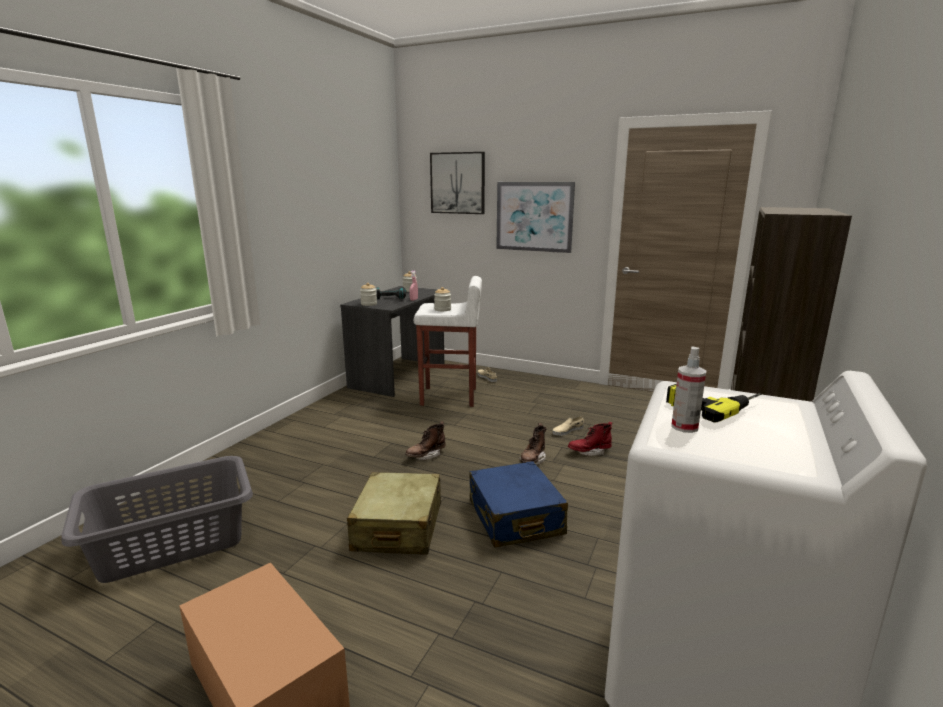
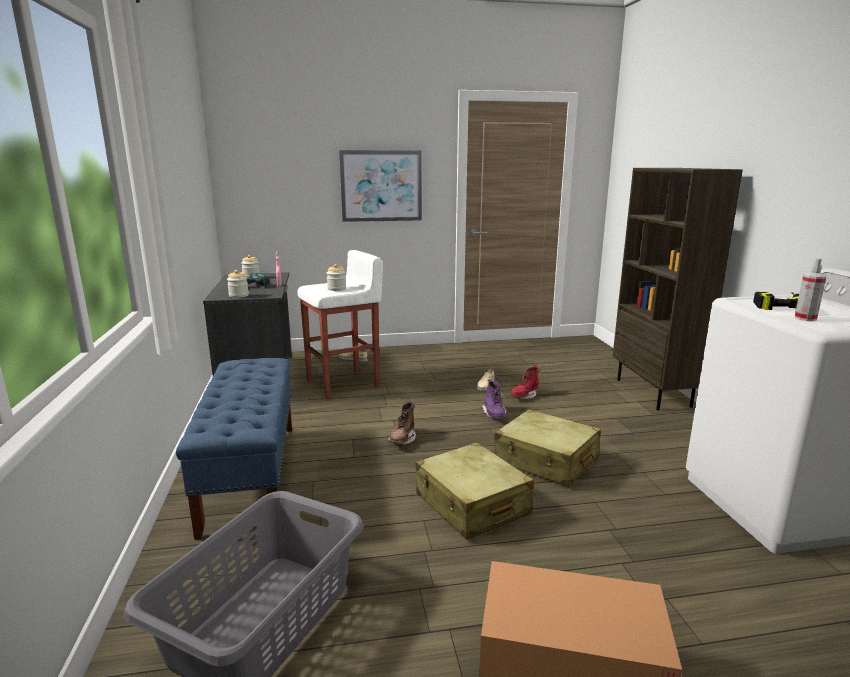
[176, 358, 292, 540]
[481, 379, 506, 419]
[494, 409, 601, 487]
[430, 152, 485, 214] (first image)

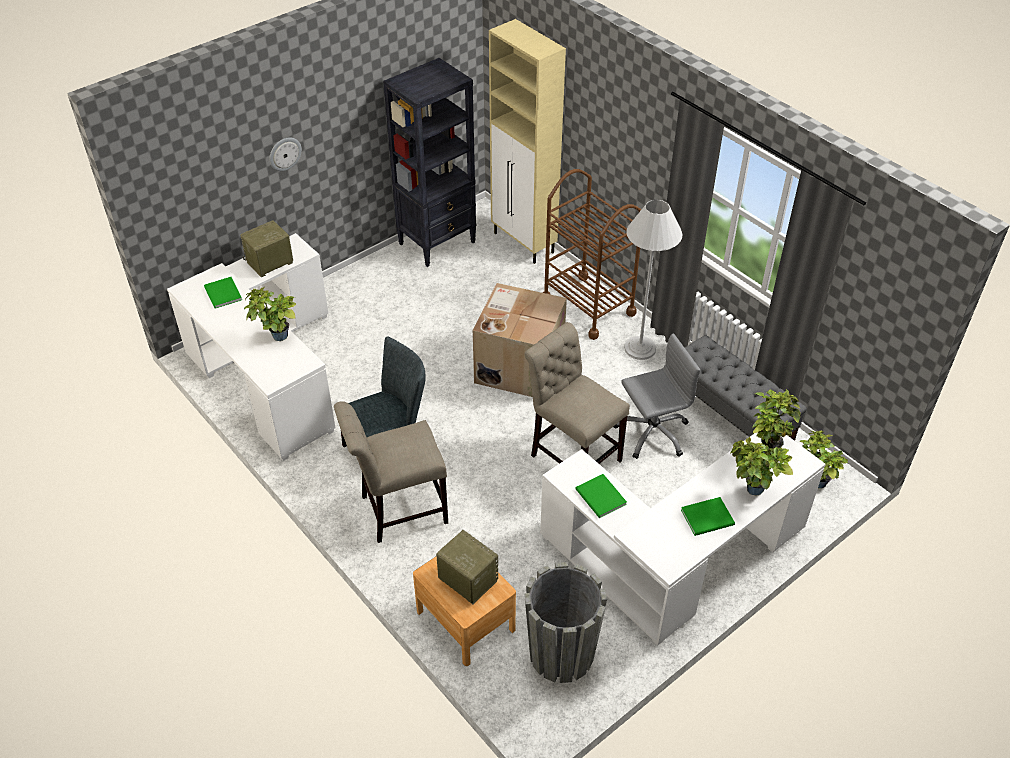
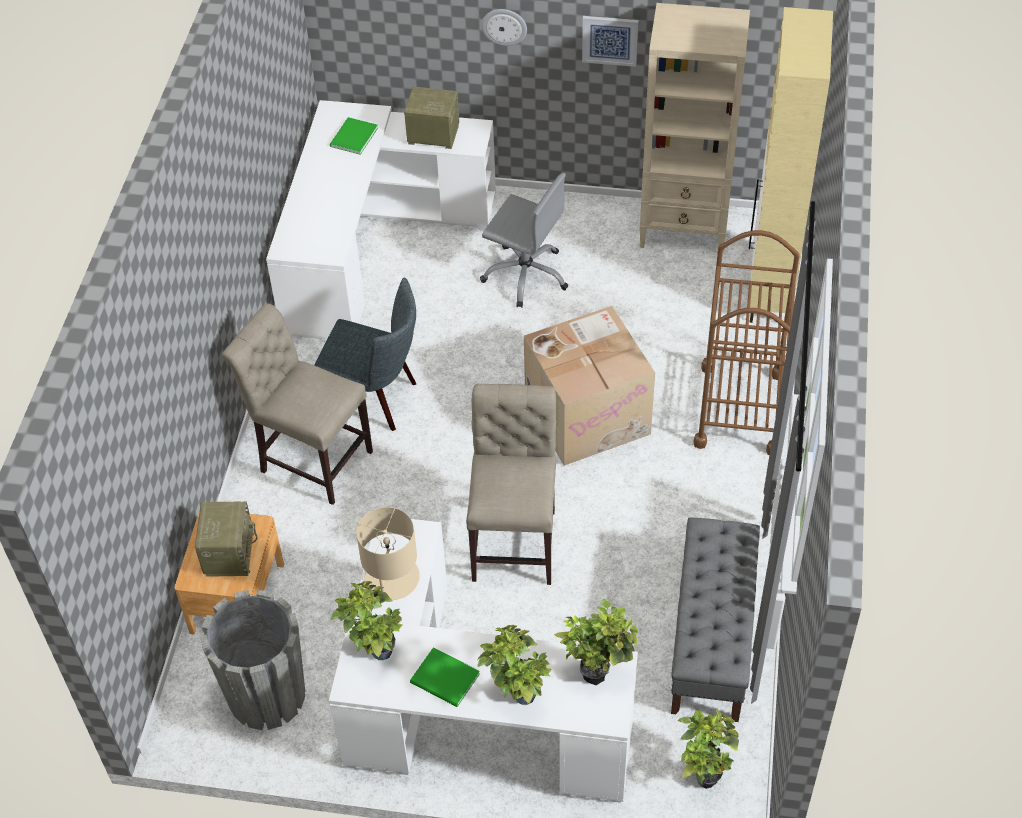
[330, 581, 403, 660]
[356, 507, 420, 600]
[480, 173, 568, 308]
[582, 16, 639, 67]
[639, 3, 750, 250]
[624, 199, 682, 360] (first image)

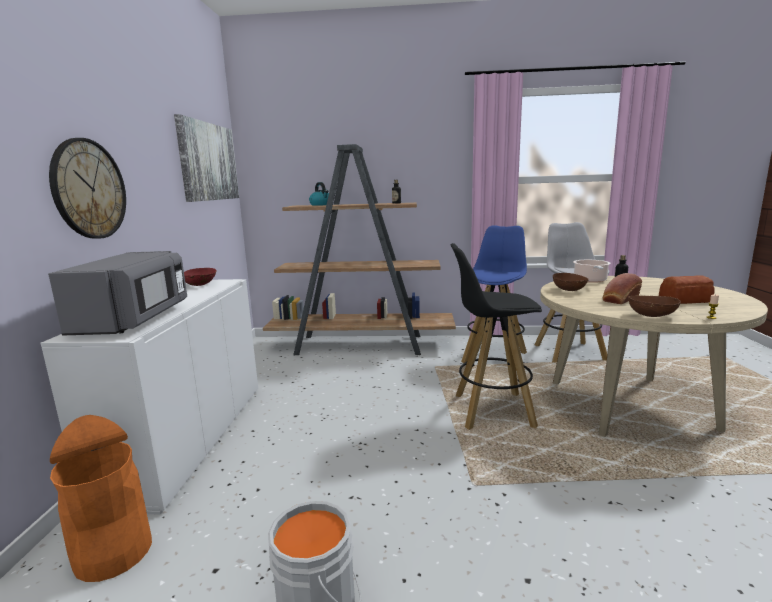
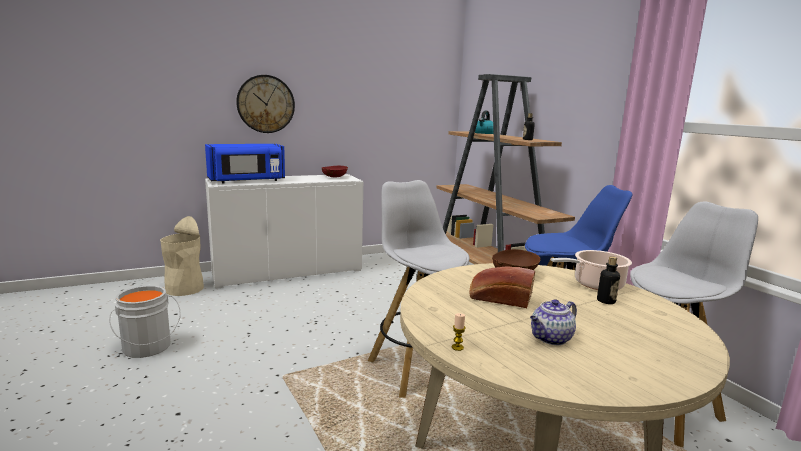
[160, 216, 204, 296]
[205, 144, 285, 183]
[368, 180, 469, 398]
[530, 299, 577, 345]
[174, 114, 239, 202] (first image)
[628, 295, 681, 317] (first image)

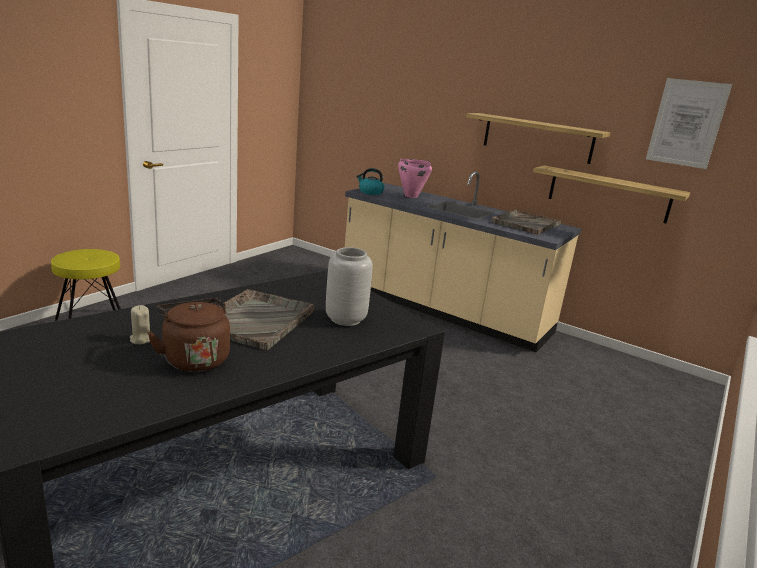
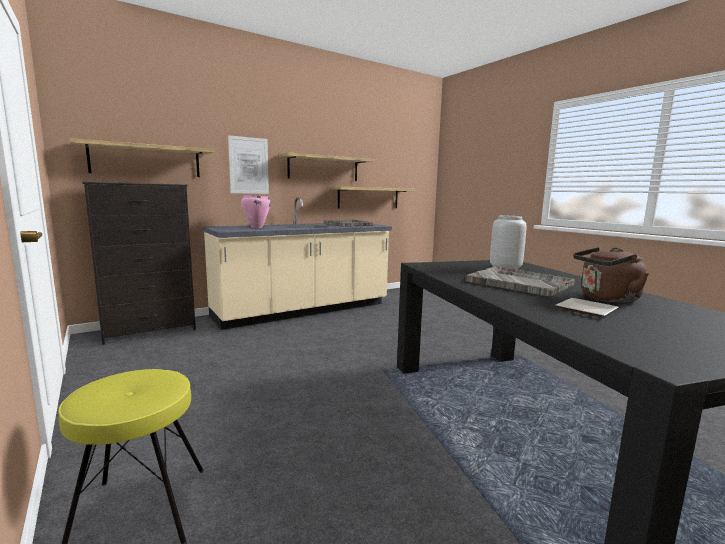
[70, 138, 214, 177]
[83, 182, 196, 345]
[228, 135, 269, 194]
[555, 298, 619, 317]
[356, 168, 384, 195] (first image)

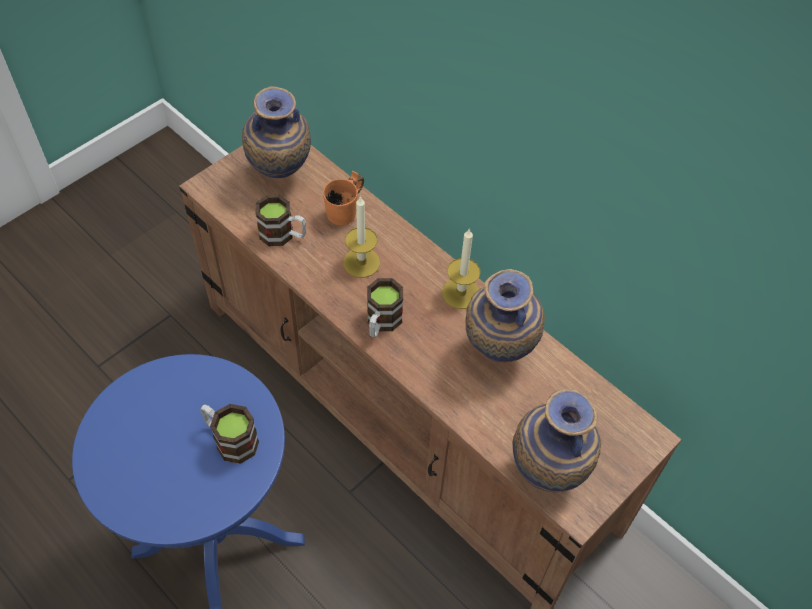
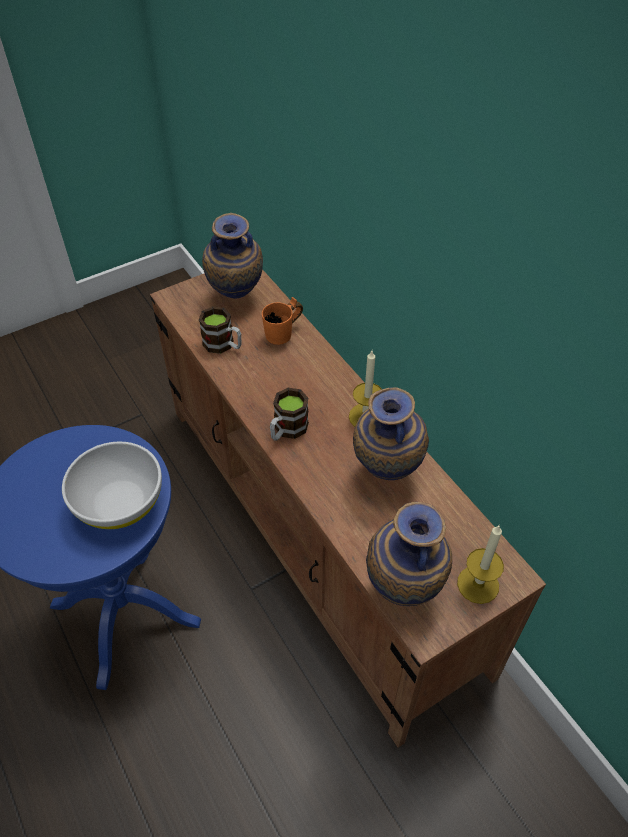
[62, 442, 162, 529]
[457, 525, 504, 604]

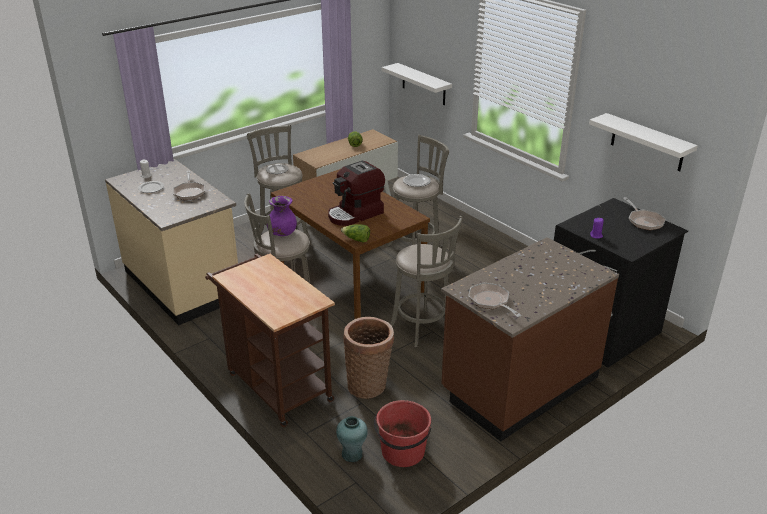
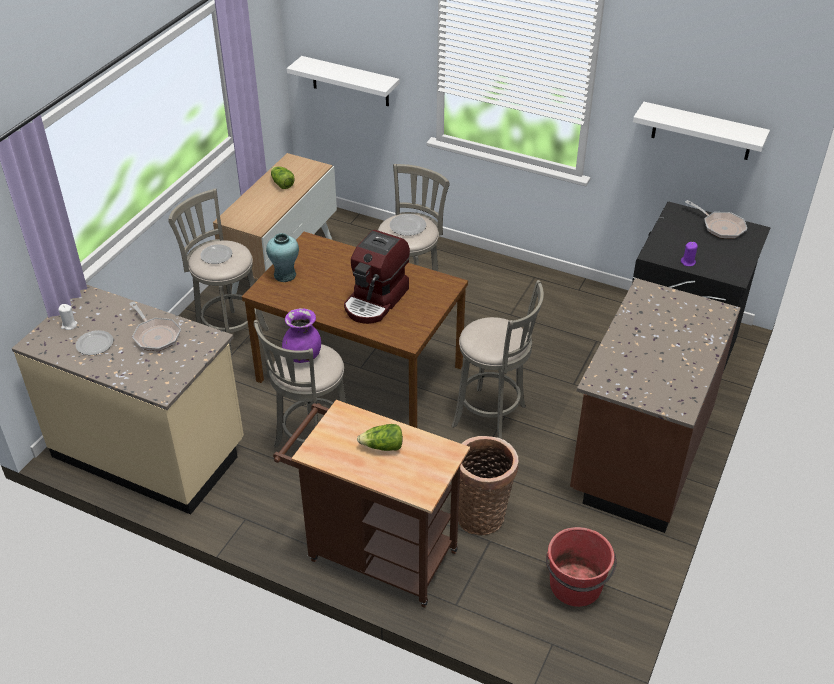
[266, 233, 299, 282]
[357, 424, 403, 451]
[468, 283, 522, 317] (first image)

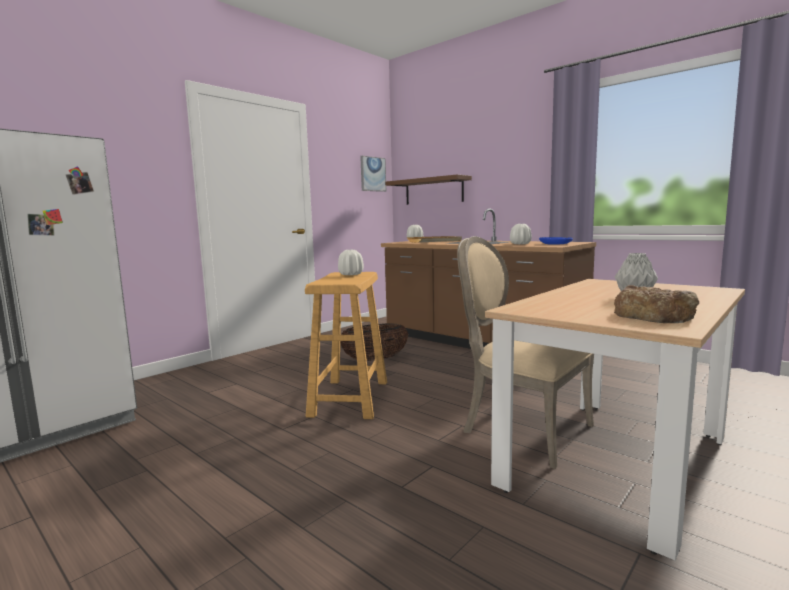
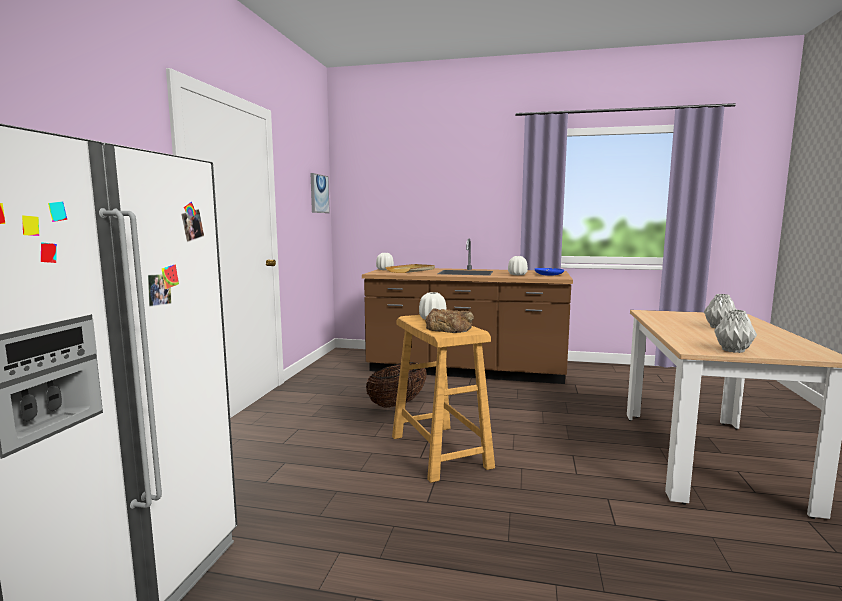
[425, 308, 474, 333]
[714, 309, 757, 353]
[385, 174, 472, 205] (first image)
[457, 236, 594, 469] (first image)

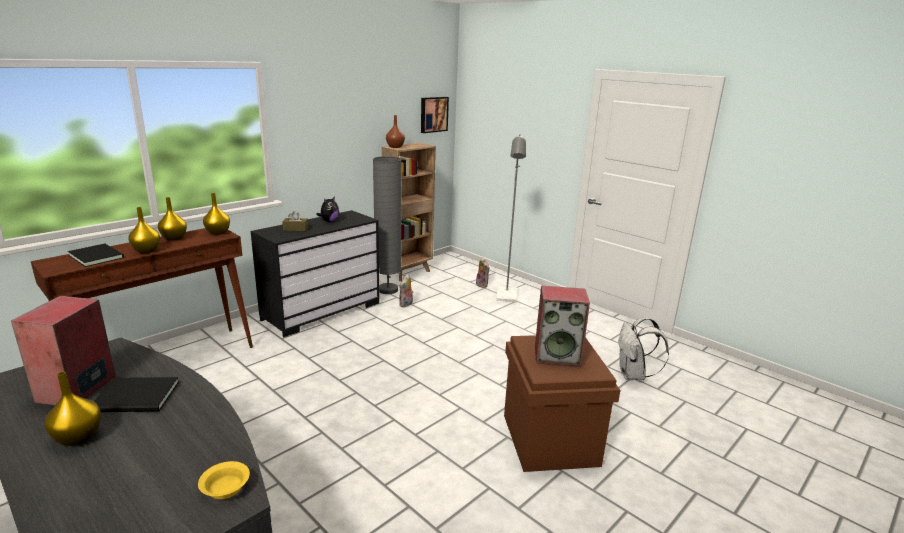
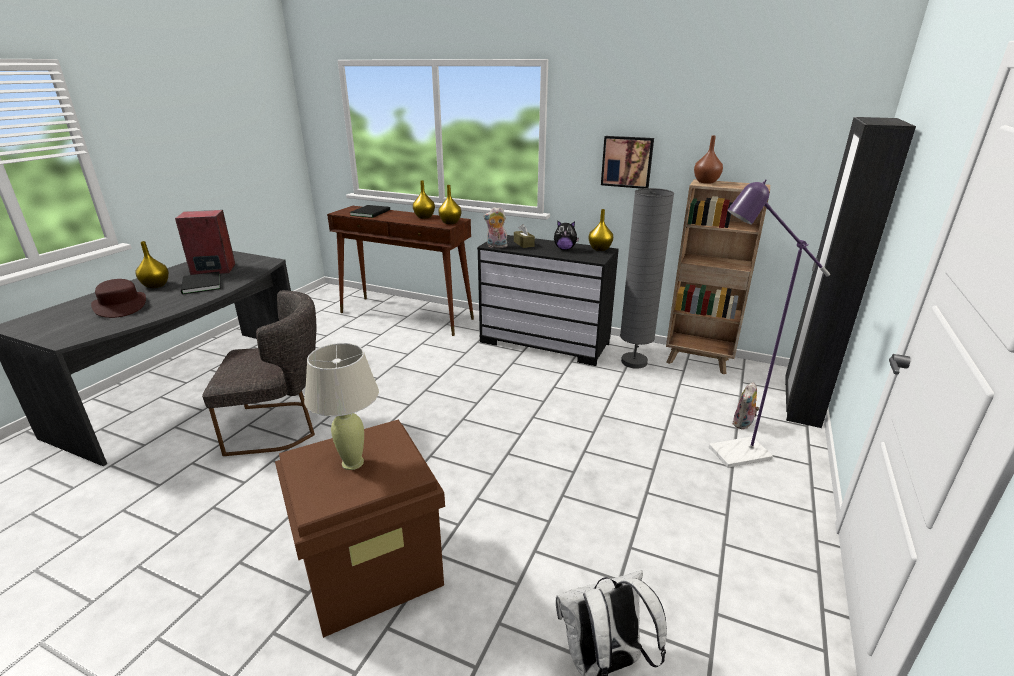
[91, 279, 146, 318]
[202, 290, 316, 456]
[304, 343, 379, 470]
[483, 207, 507, 248]
[588, 209, 613, 251]
[601, 136, 654, 189]
[709, 179, 830, 468]
[785, 117, 916, 428]
[198, 461, 250, 499] (first image)

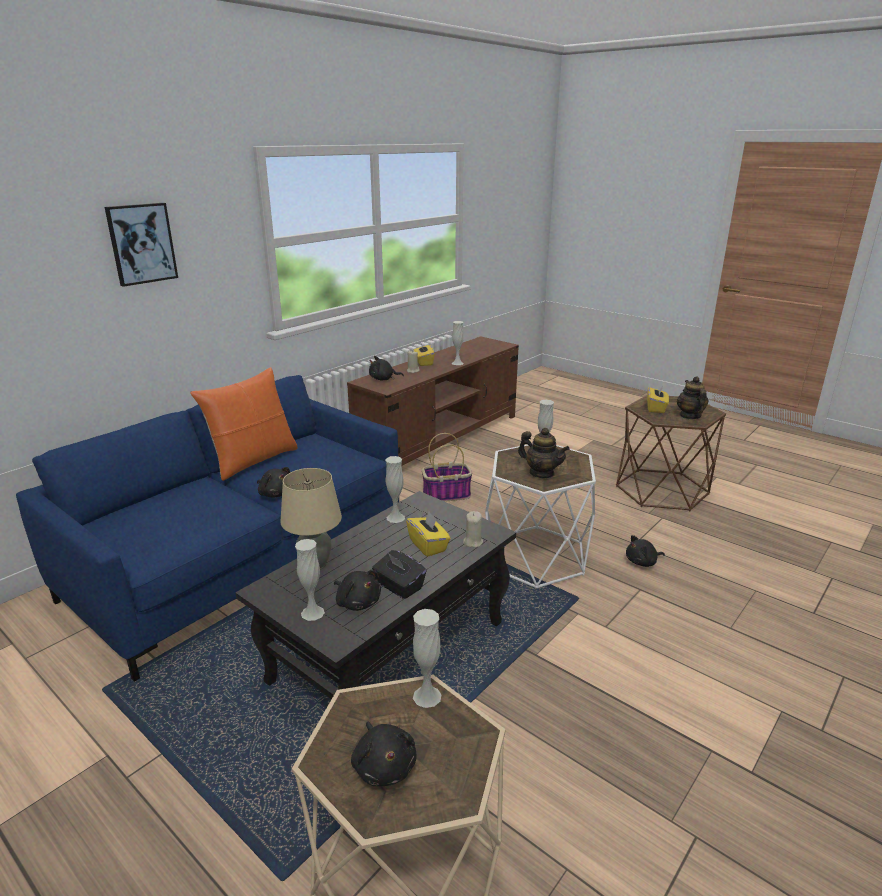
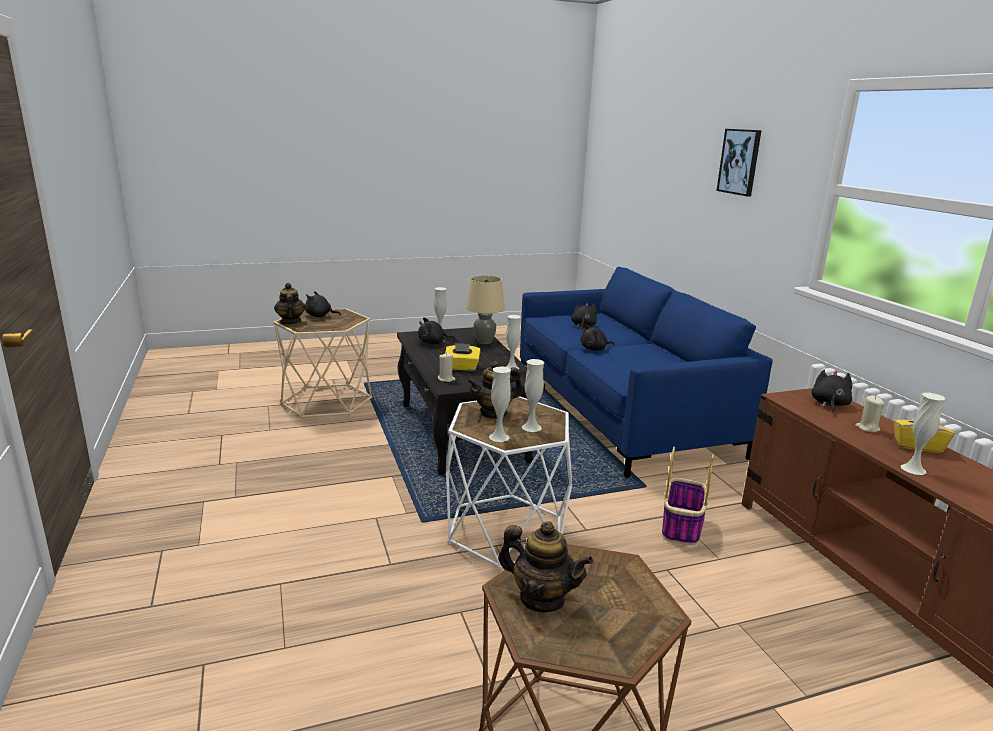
[274, 283, 306, 324]
[489, 367, 511, 442]
[571, 302, 597, 330]
[190, 367, 298, 481] (first image)
[372, 550, 427, 599] (first image)
[647, 385, 669, 413] (first image)

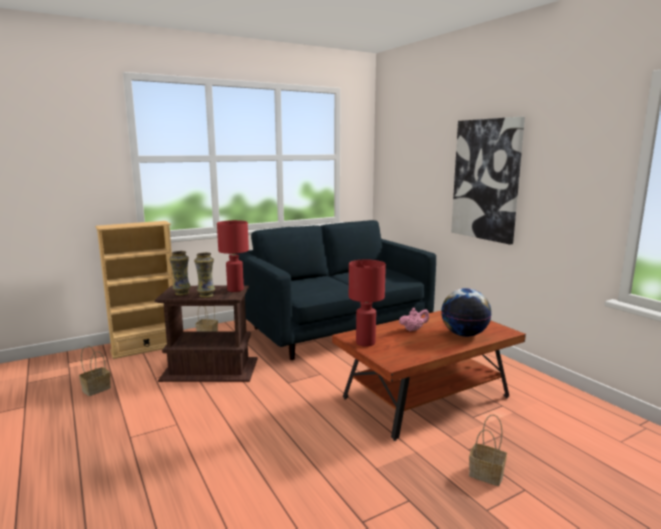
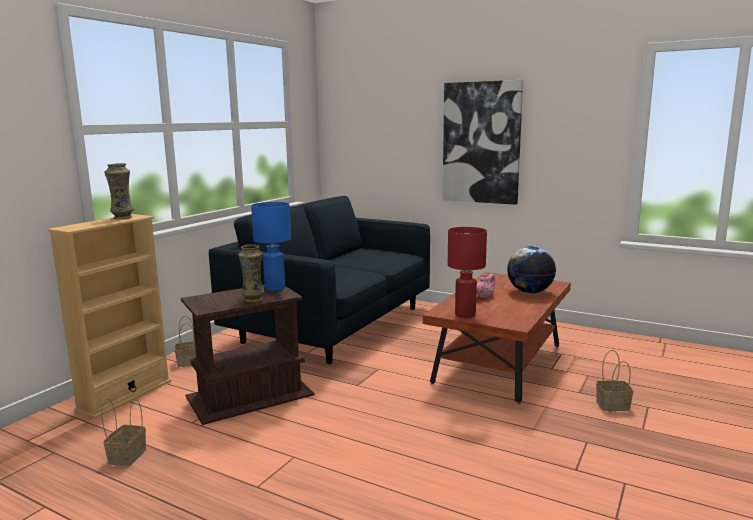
[104, 163, 134, 219]
[251, 202, 291, 291]

